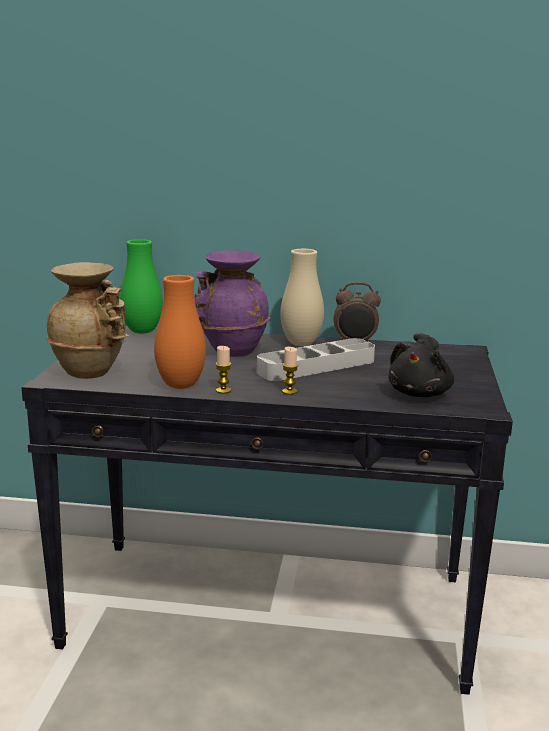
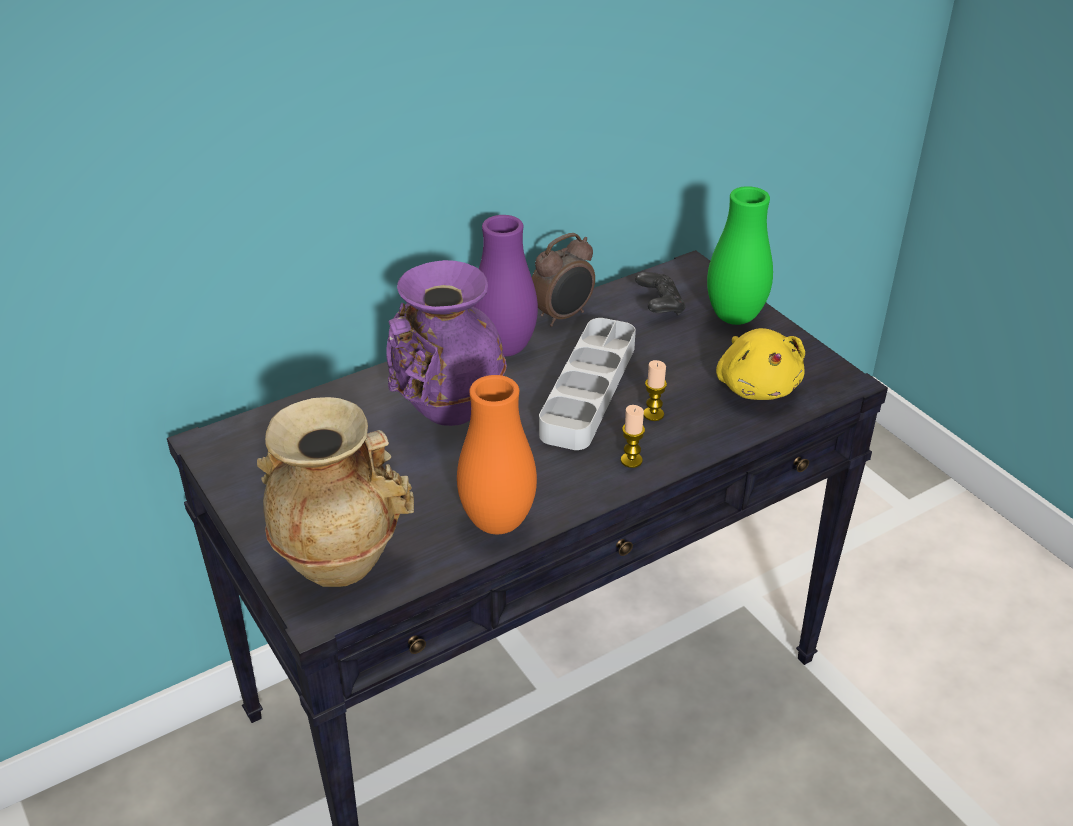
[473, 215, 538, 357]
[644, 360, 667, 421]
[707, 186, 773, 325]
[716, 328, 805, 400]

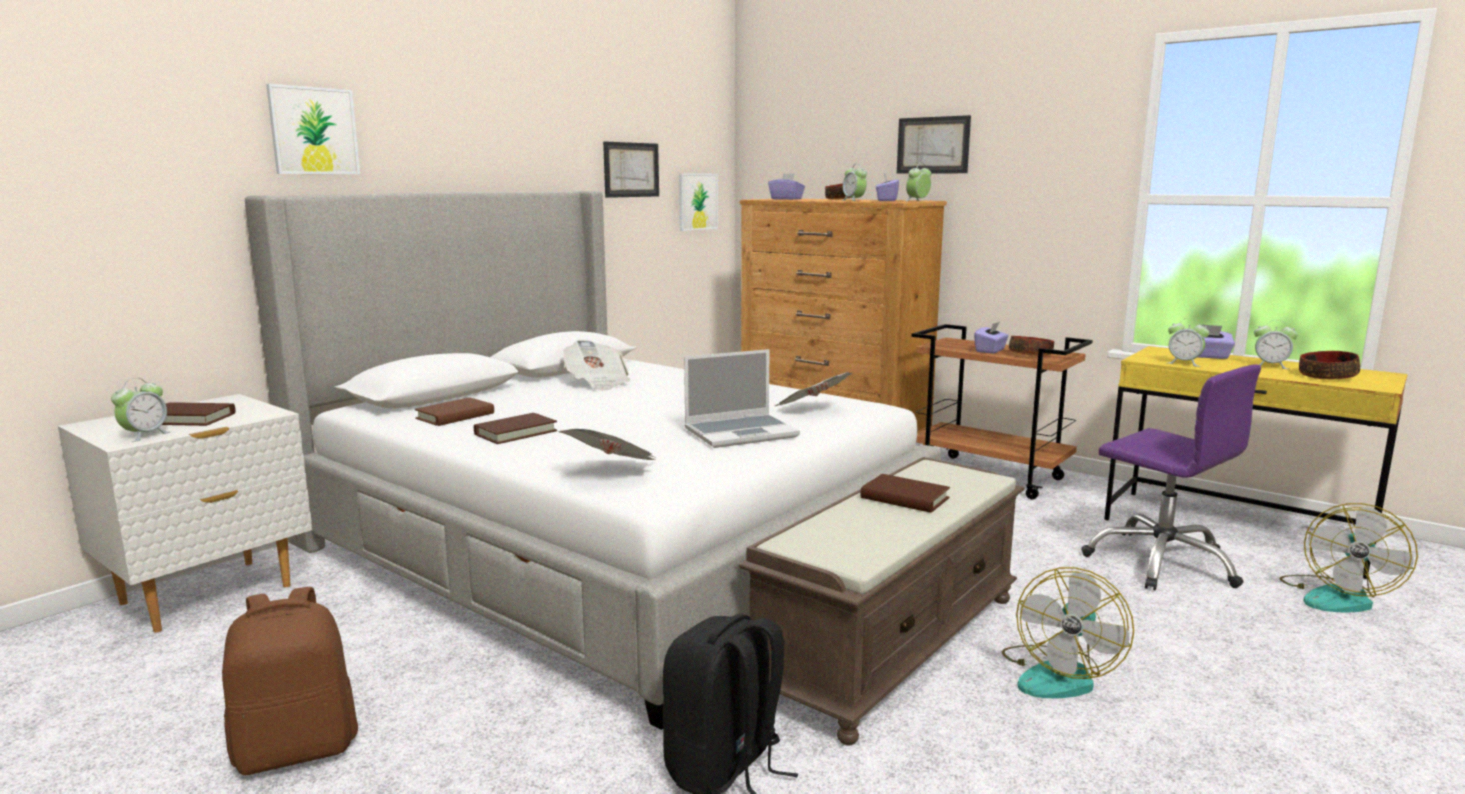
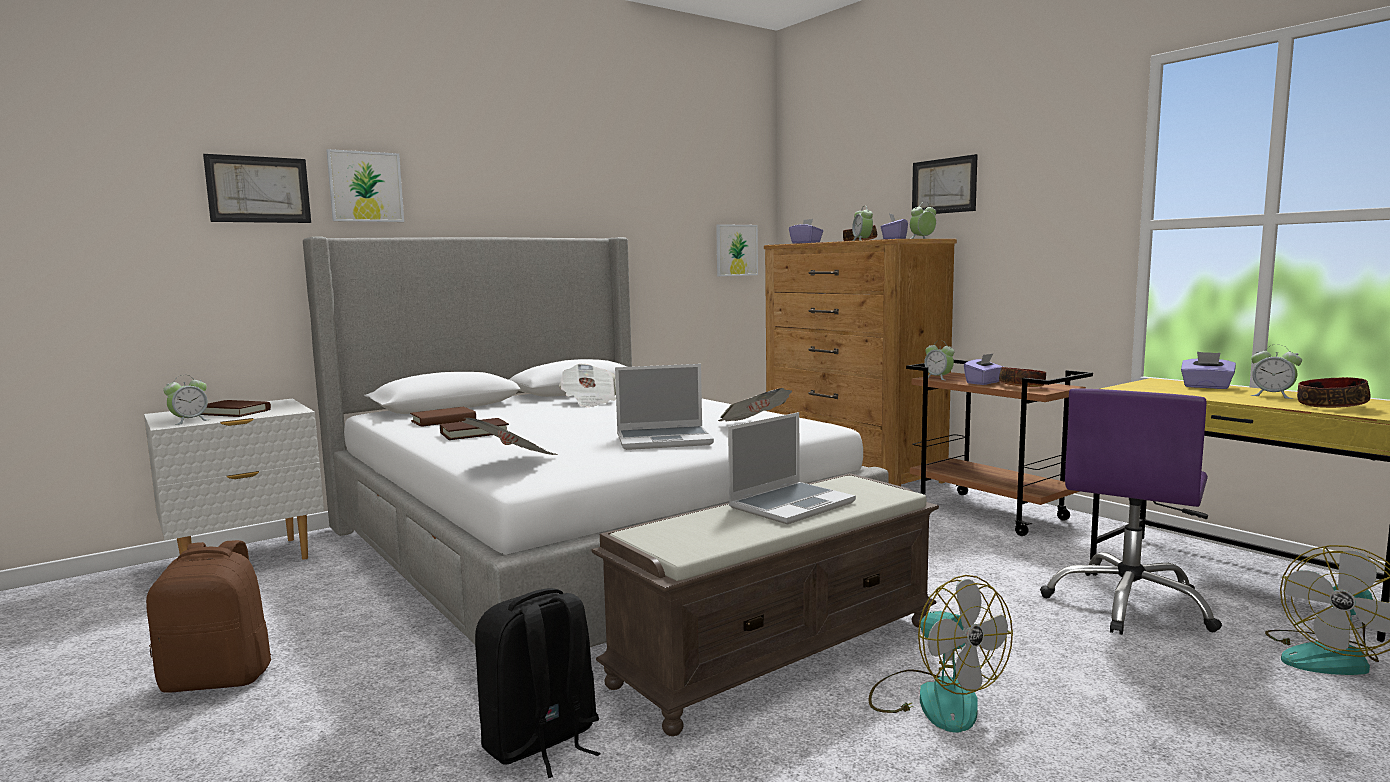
[203, 154, 311, 223]
[728, 412, 856, 525]
[868, 575, 1013, 733]
[924, 343, 954, 380]
[1040, 388, 1222, 635]

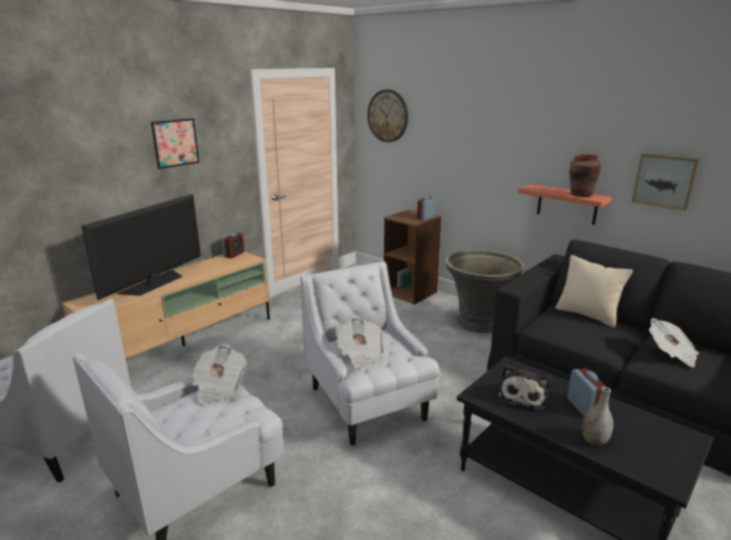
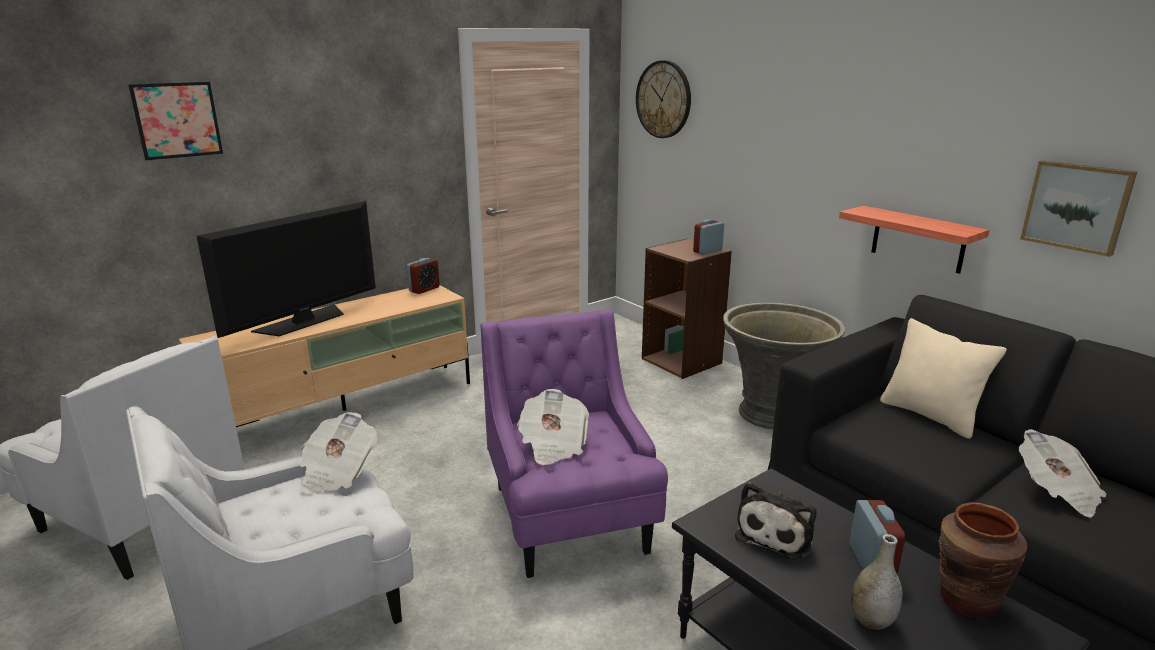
[128, 82, 223, 160]
[481, 310, 668, 578]
[938, 502, 1027, 619]

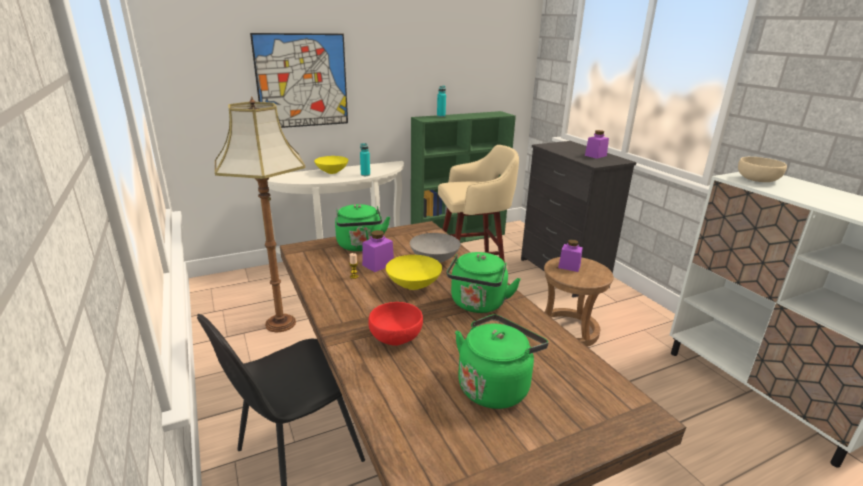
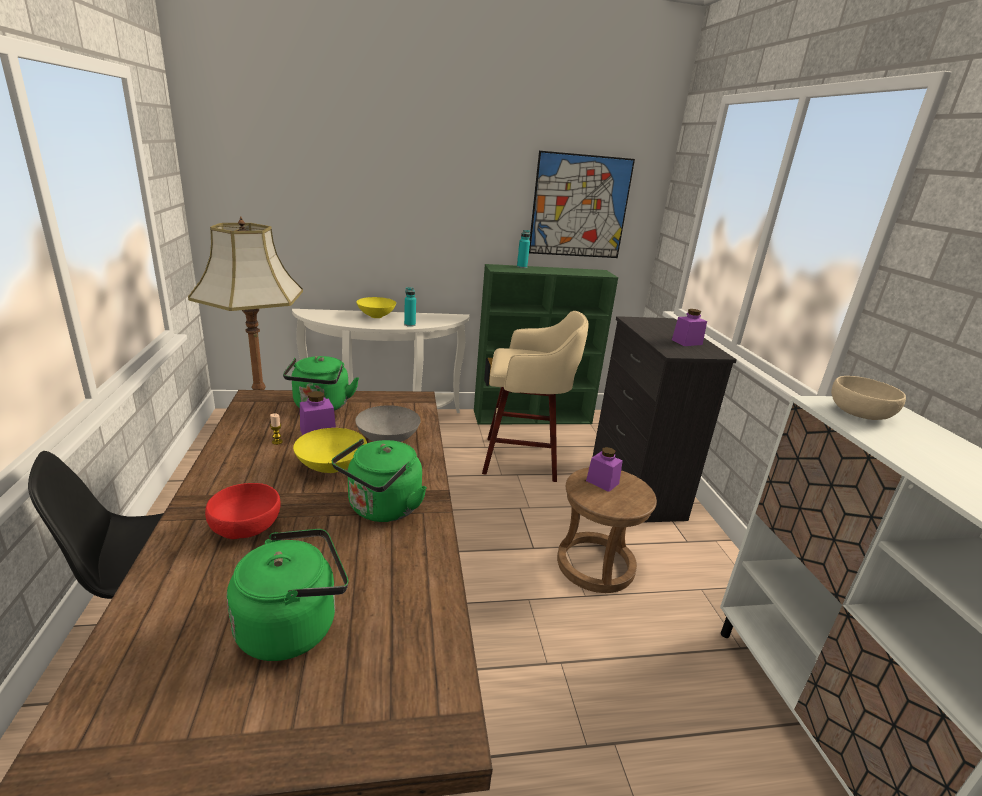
[529, 151, 635, 258]

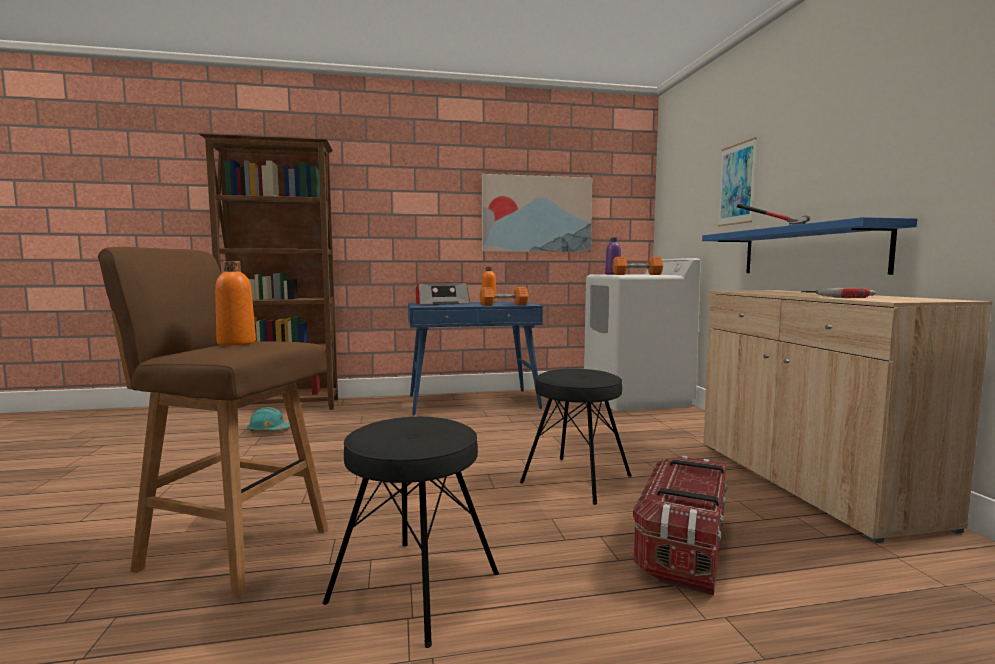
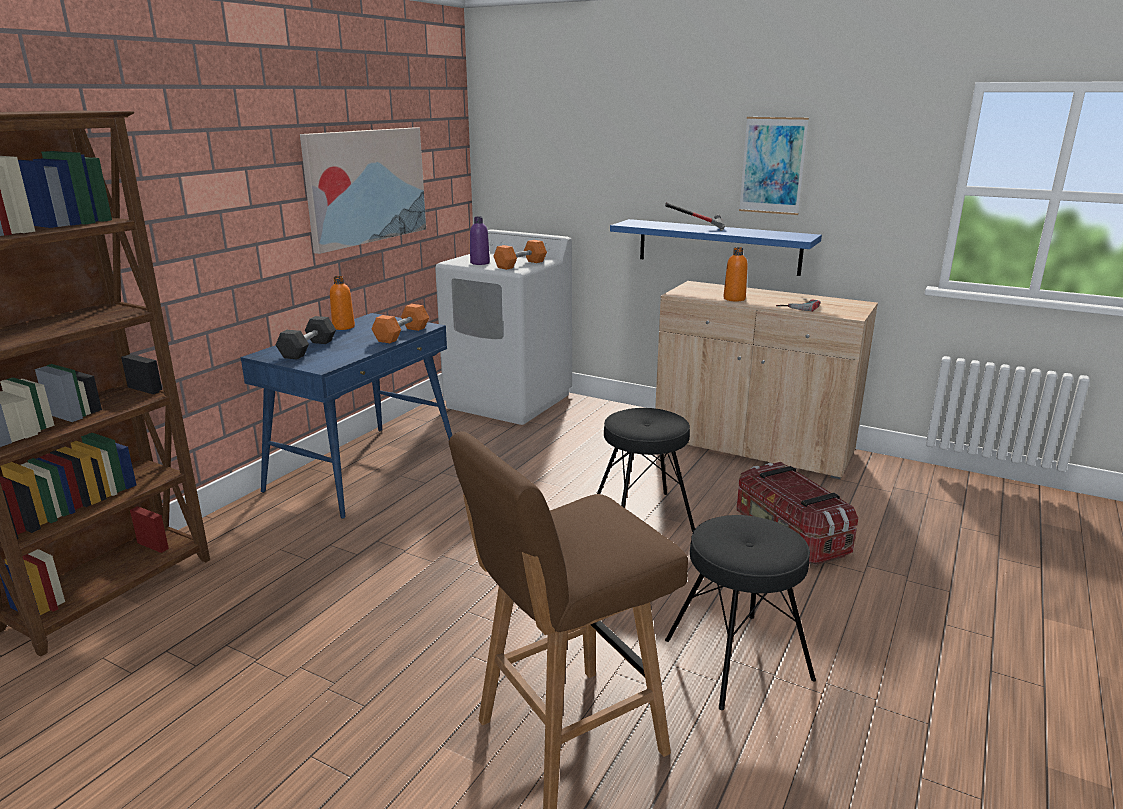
[276, 316, 336, 360]
[723, 247, 748, 302]
[739, 117, 809, 215]
[247, 407, 290, 431] (first image)

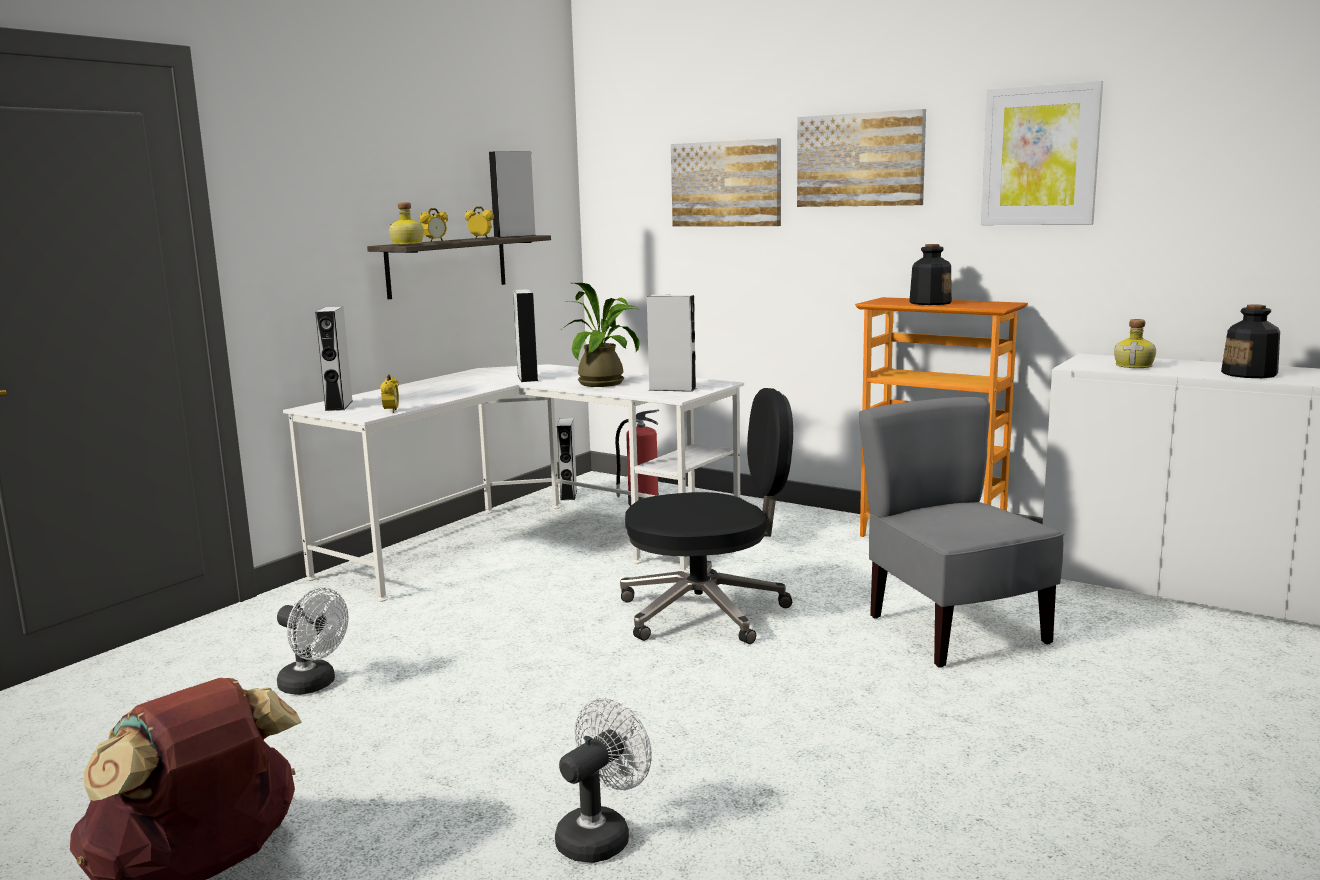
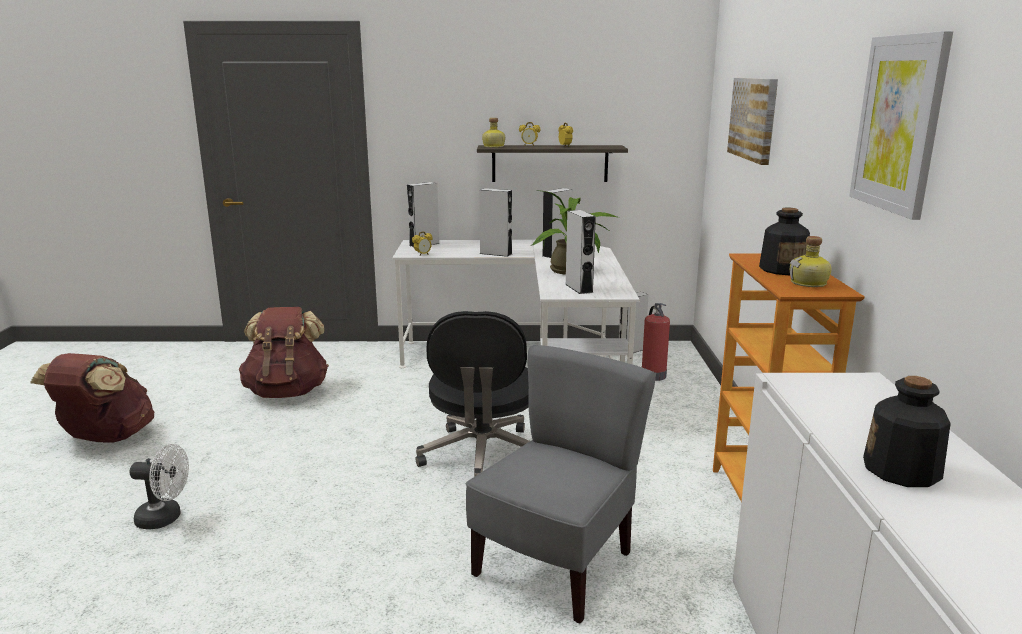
[239, 307, 329, 398]
[416, 311, 530, 477]
[479, 188, 512, 257]
[790, 236, 832, 287]
[797, 109, 926, 207] (first image)

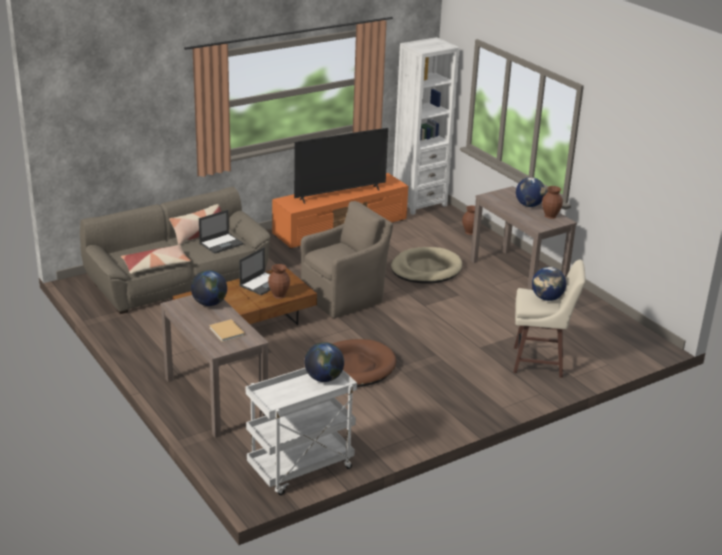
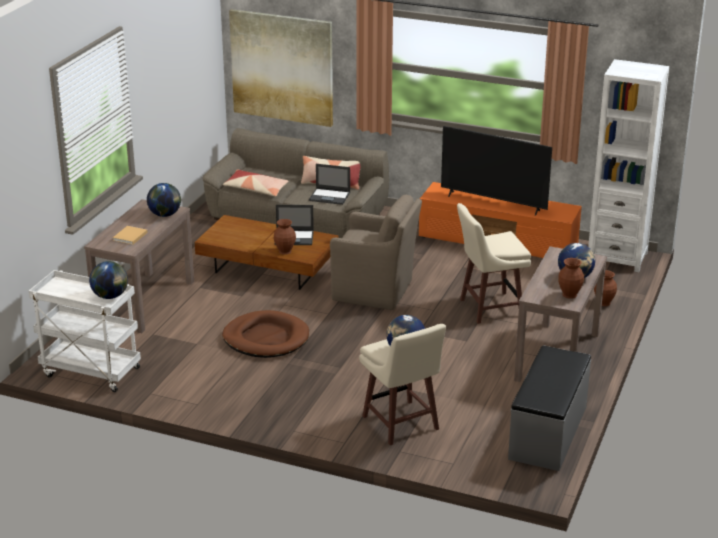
[229, 9, 333, 127]
[457, 203, 531, 324]
[508, 345, 591, 471]

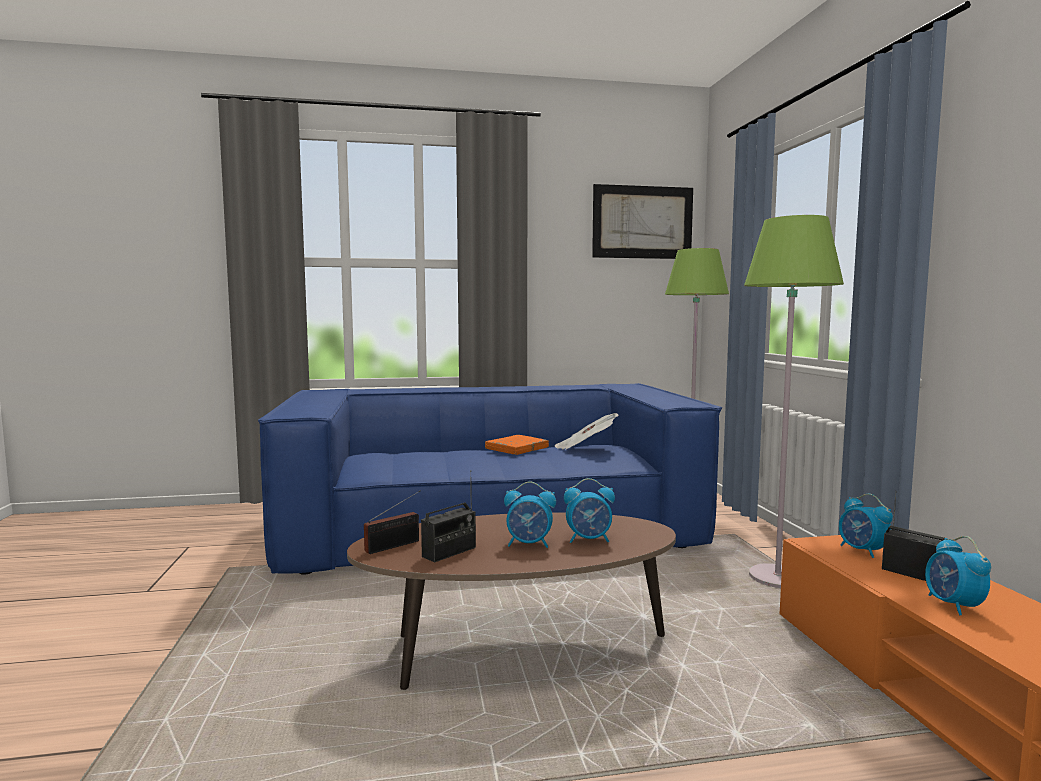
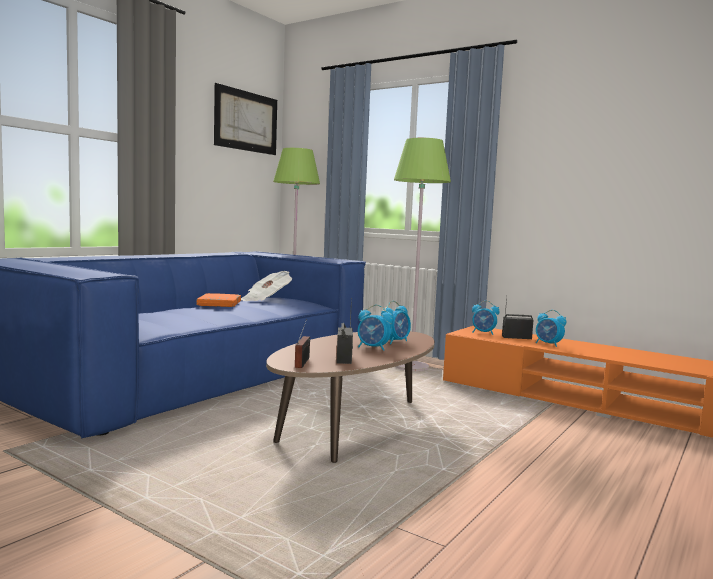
[358, 305, 394, 351]

